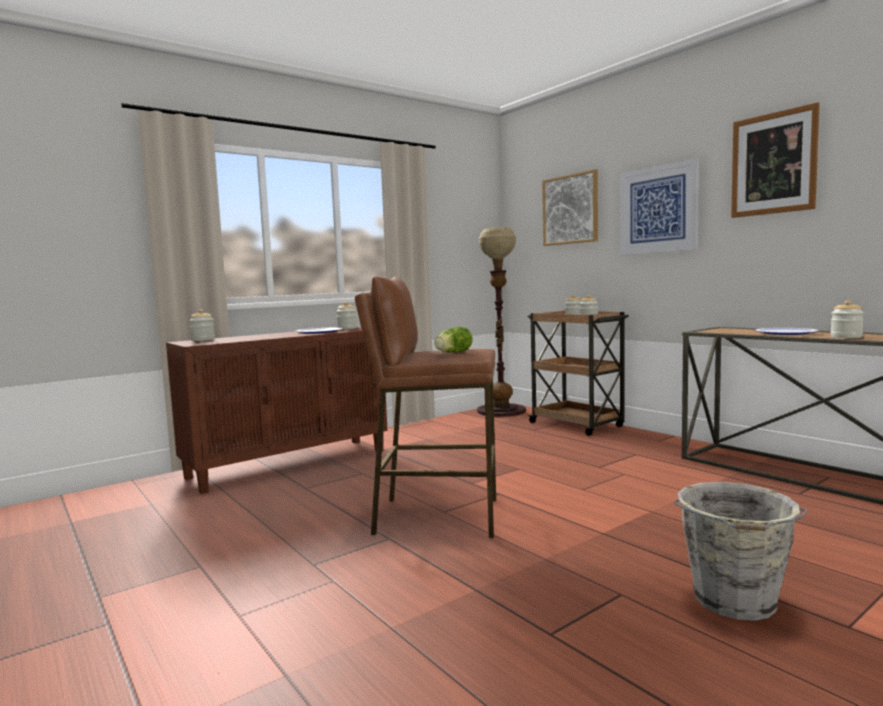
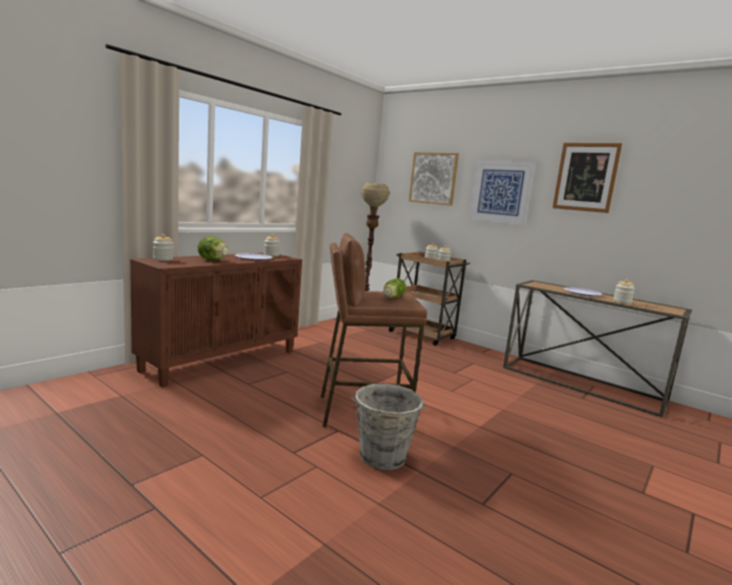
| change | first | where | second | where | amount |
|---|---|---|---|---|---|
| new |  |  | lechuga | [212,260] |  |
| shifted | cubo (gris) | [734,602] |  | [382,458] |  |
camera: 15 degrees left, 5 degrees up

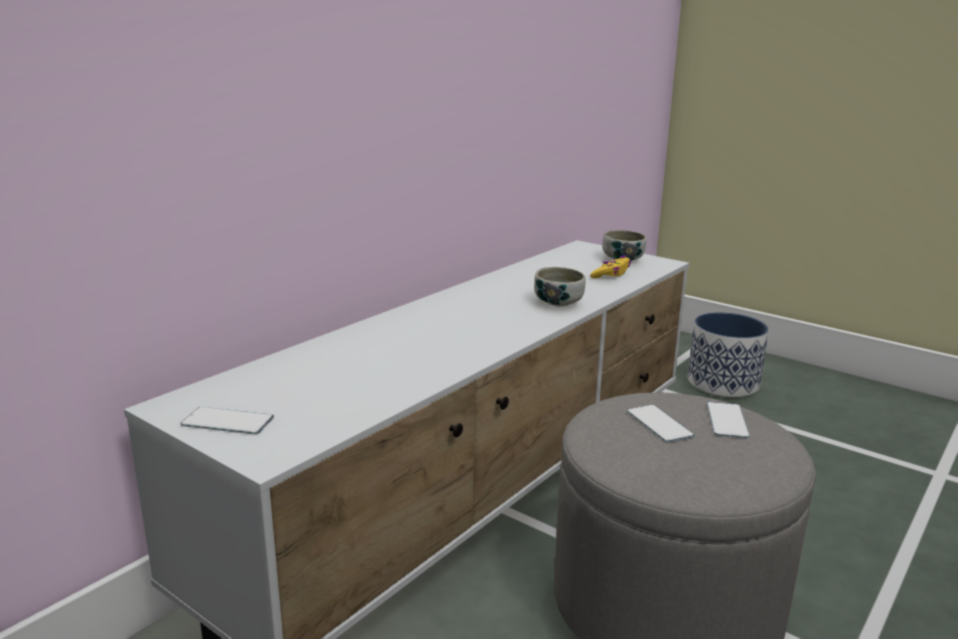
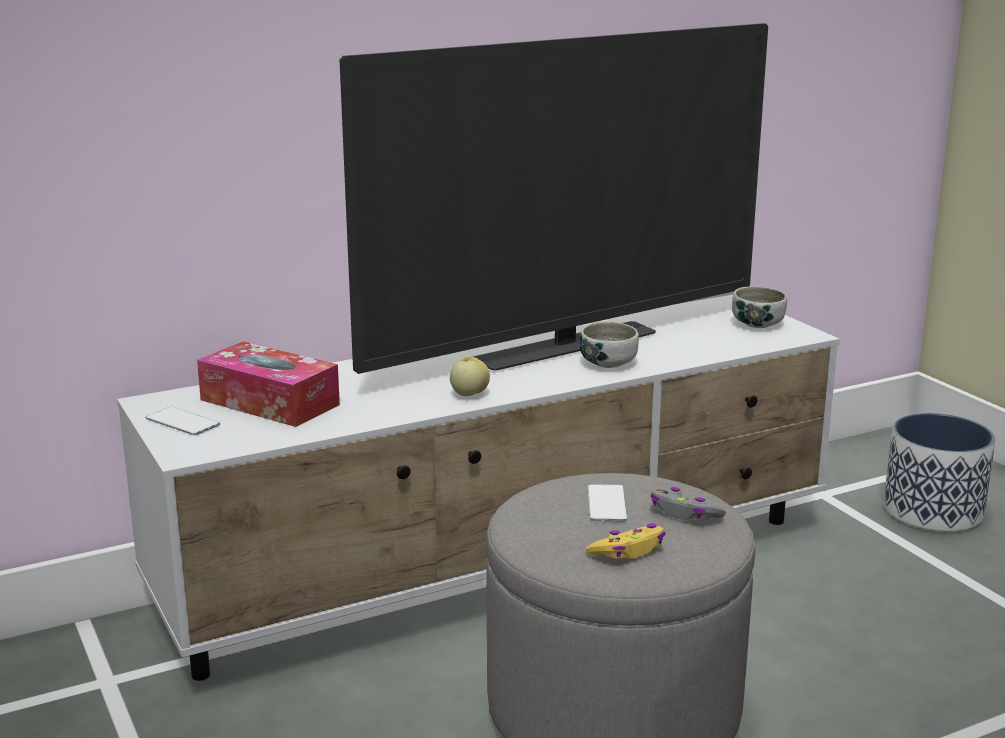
| change | first | where | second | where | amount |
|---|---|---|---|---|---|
| new |  |  | caja de pañuelos | [269,402] |  |
| new |  |  | televisor | [566,347] |  |
| new |  |  | manzana | [469,394] |  |
| shifted | mando de consola (amarillo) | [611,274] |  | [628,551] |  |
| swapped | móvil | [727,420] | mando de consola (gris) | [684,513] |  |
camera: 25 degrees right, 0 degrees up

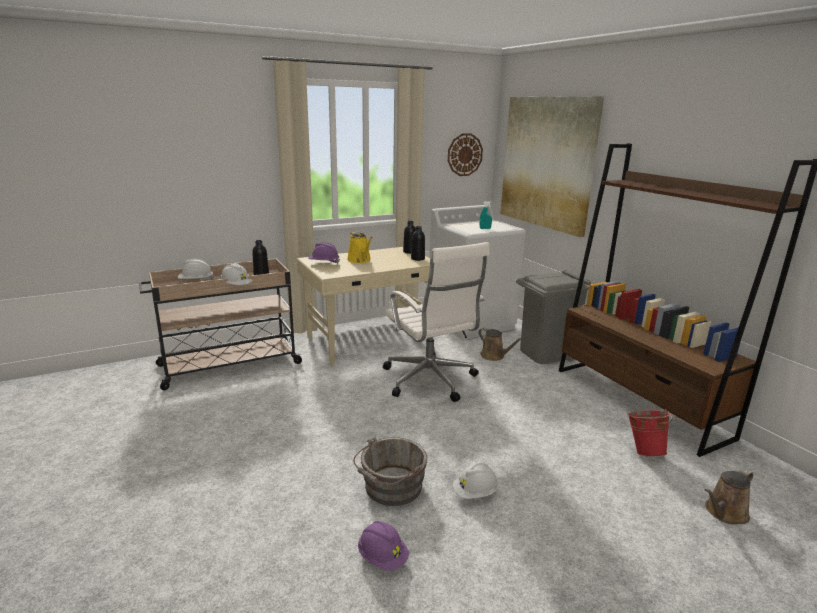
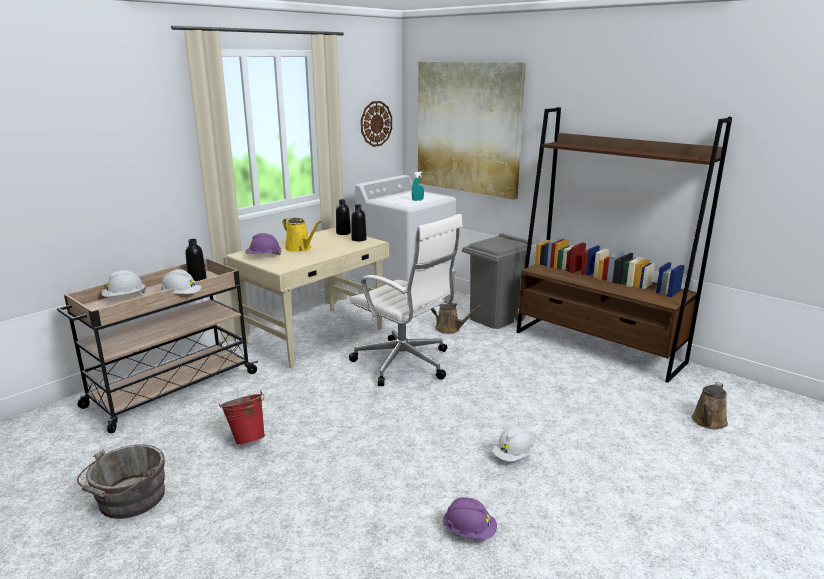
| change | first | where | second | where | amount |
|---|---|---|---|---|---|
| shifted | cubo (gris) | [391,488] |  | [129,500] |  |
| shifted | cubo (rojo) | [644,451] |  | [247,438] |  |
camera: 20 degrees left, 0 degrees up

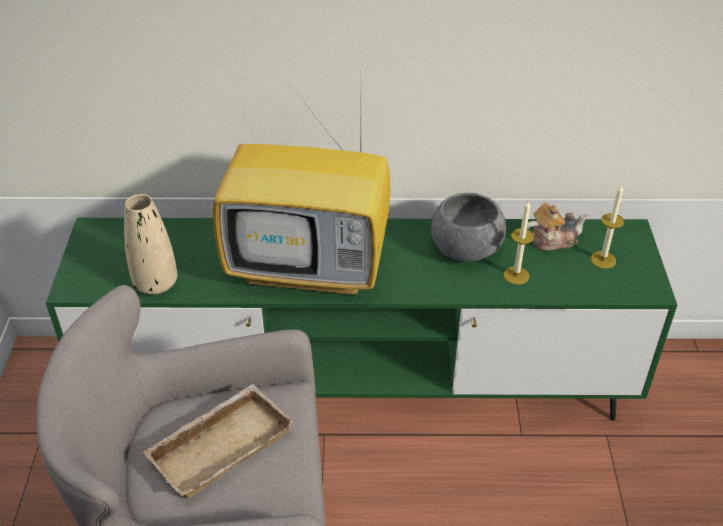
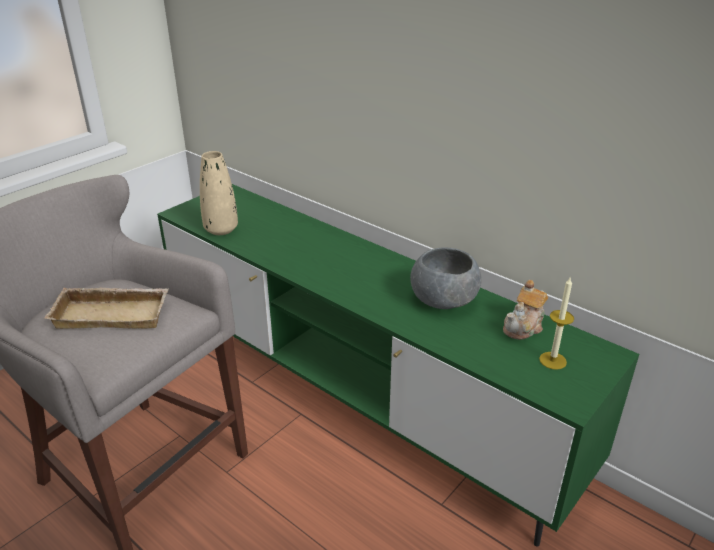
| change | first | where | second | where | amount |
|---|---|---|---|---|---|
| gone | televisor | [312,267] |  |  |  |
| gone | vela | [516,275] |  |  |  |
| rotated | tetera | [552,240] |  | [524,327] | 105 degrees clockwise |
camera: 40 degrees right, 10 degrees down

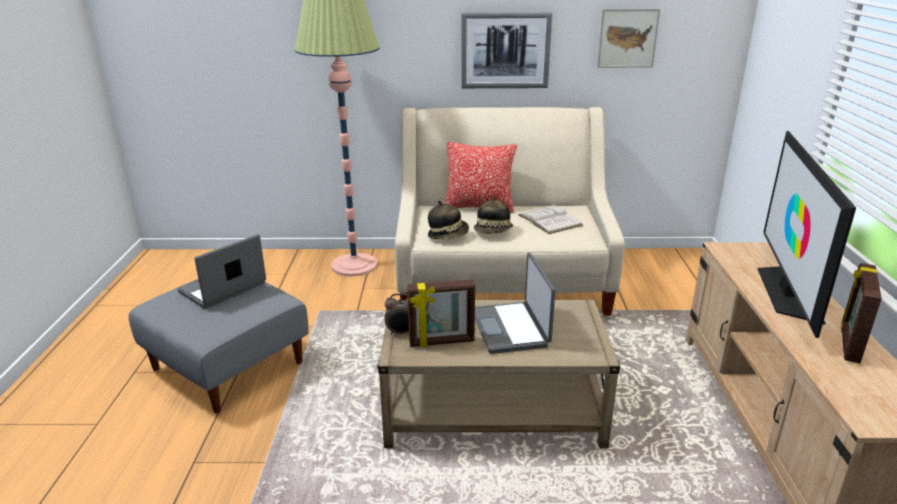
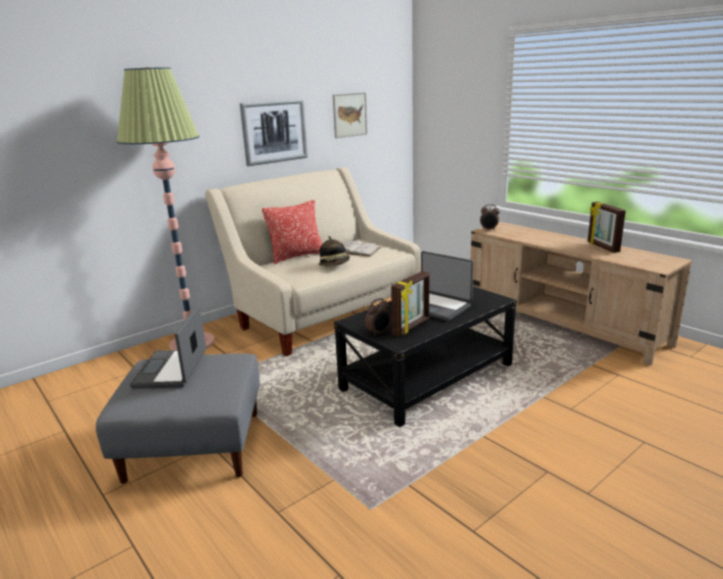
| change | first | where | second | where | amount |
|---|---|---|---|---|---|
| gone | sombrero | [448,235] |  |  |  |
| gone | televisor | [787,291] |  |  |  |
| new |  |  | despertador | [489,229] |  |
| repainted | mesa de centro (beis) | [493,409] | mesa de centro (negro) | [427,377] |  |
camera: 40 degrees left, 5 degrees down

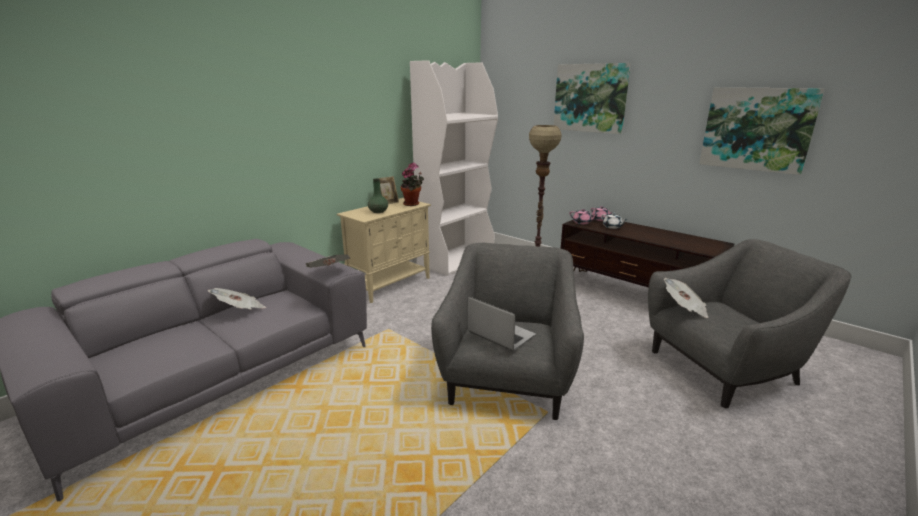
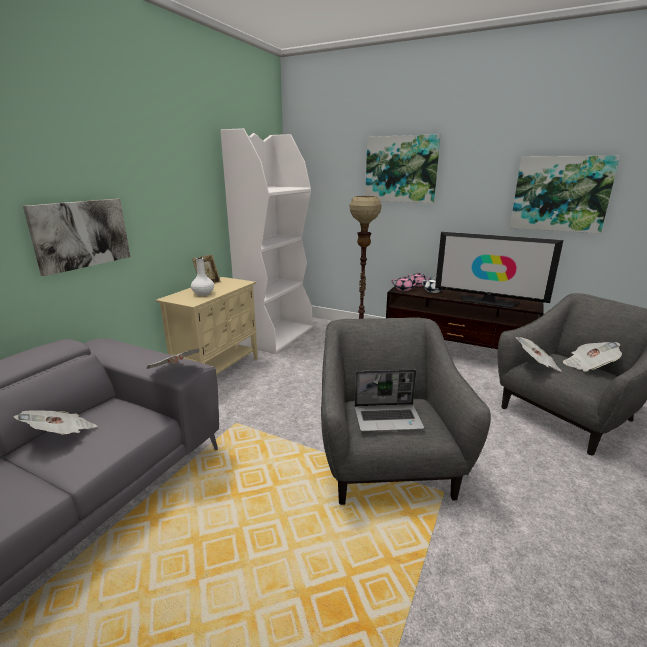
| change | first | where | second | where | amount |
|---|---|---|---|---|---|
| gone | planta en maceta | [412,204] |  |  |  |
| new |  |  | cuadro | [81,234] |  |
| new |  |  | televisor | [488,301] |  |
| new |  |  | periódico | [588,366] |  |
| repainted | florero (verde) | [378,211] | florero (blanco) | [203,294] |  |
| rotated | portátil | [499,334] |  | [388,418] | 150 degrees clockwise |
camera: 15 degrees left, 0 degrees up

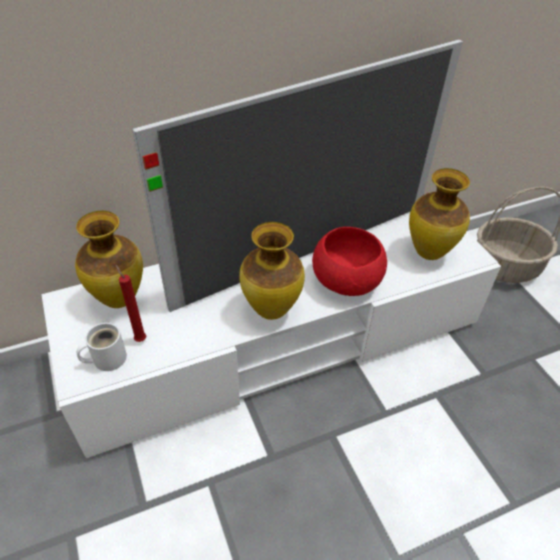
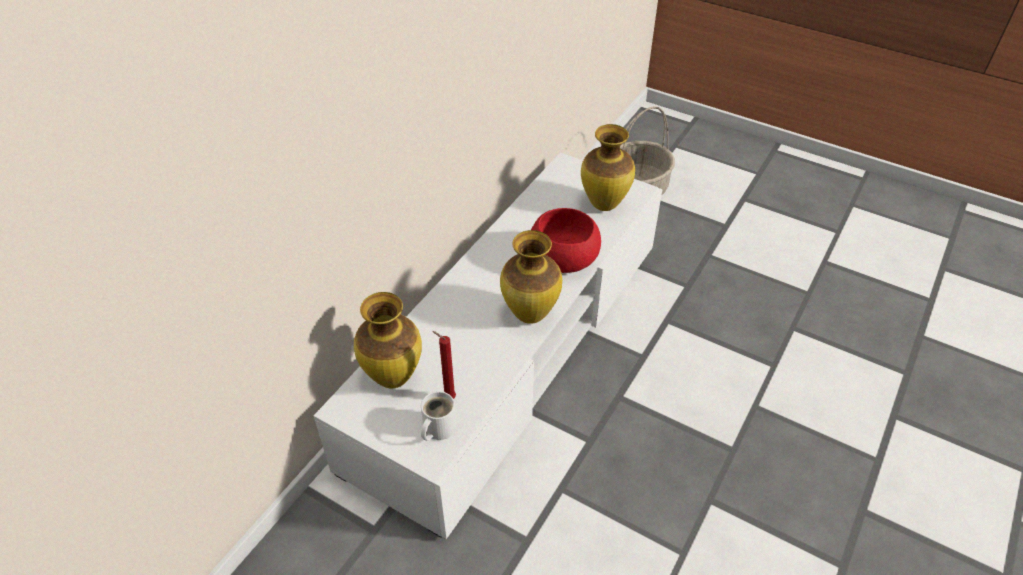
| change | first | where | second | where | amount |
|---|---|---|---|---|---|
| gone | televisor | [307,253] |  |  |  |
camera: 35 degrees left, 0 degrees up

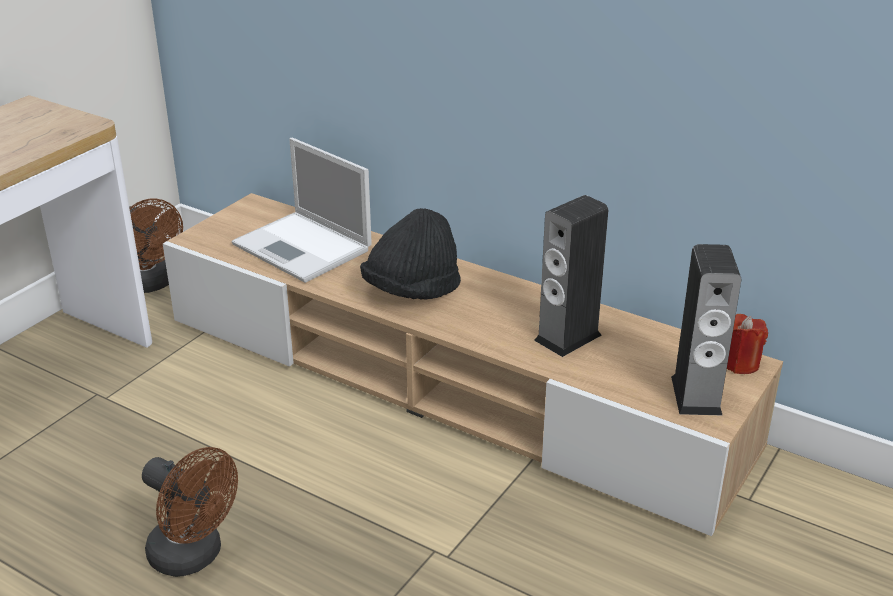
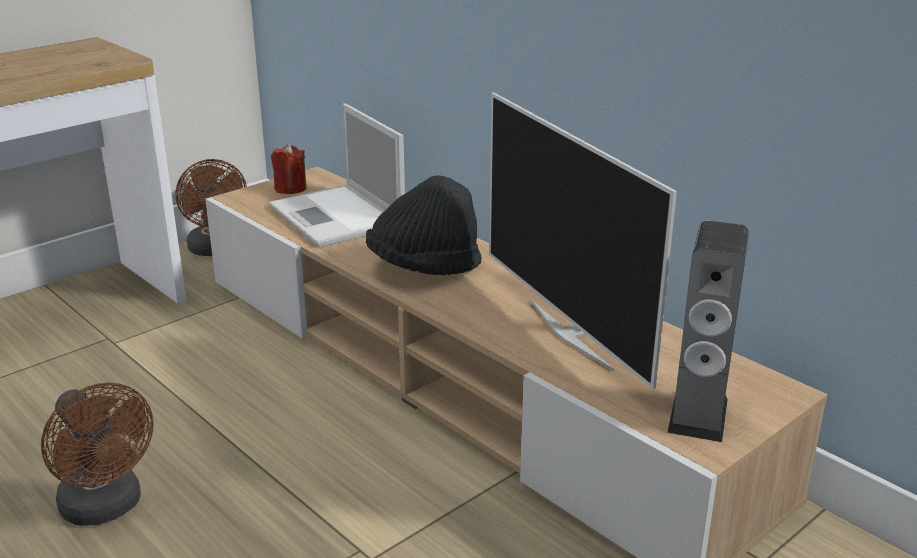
| change | first | where | second | where | amount |
|---|---|---|---|---|---|
| shifted | vela (rojo) | [740,363] |  | [290,188] |  |
| swapped | altavoz | [567,337] | televisor | [572,334] |  |
camera: 15 degrees right, 5 degrees down

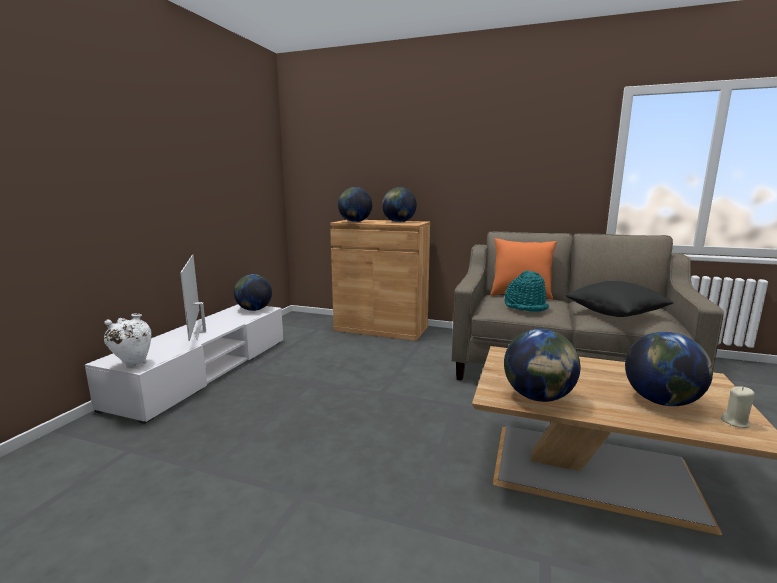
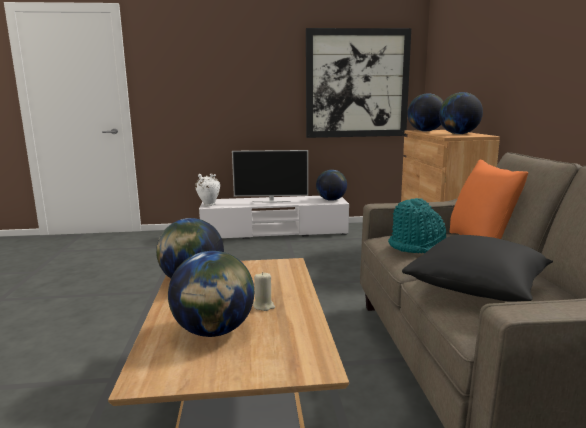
| change | first | where | second | where | amount |
|---|---|---|---|---|---|
| new |  |  | cuadro | [357,84] |  |
| shifted | vela (beis) | [735,422] |  | [264,306] |  |
| rotated | televisor | [200,331] |  | [271,201] | 135 degrees counterclockwise |
camera: 65 degrees right, 0 degrees up

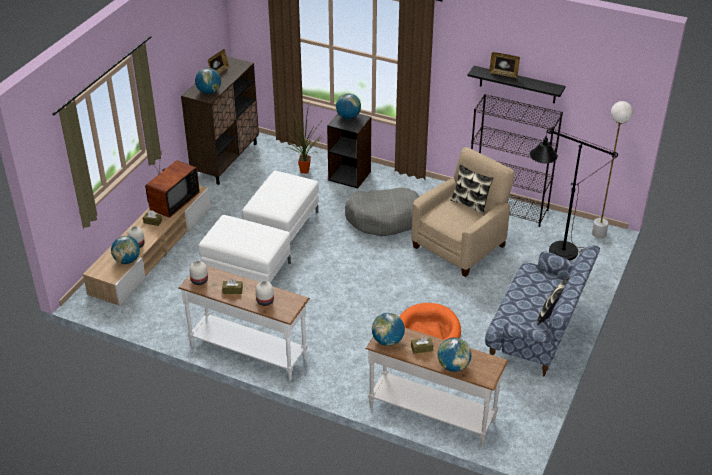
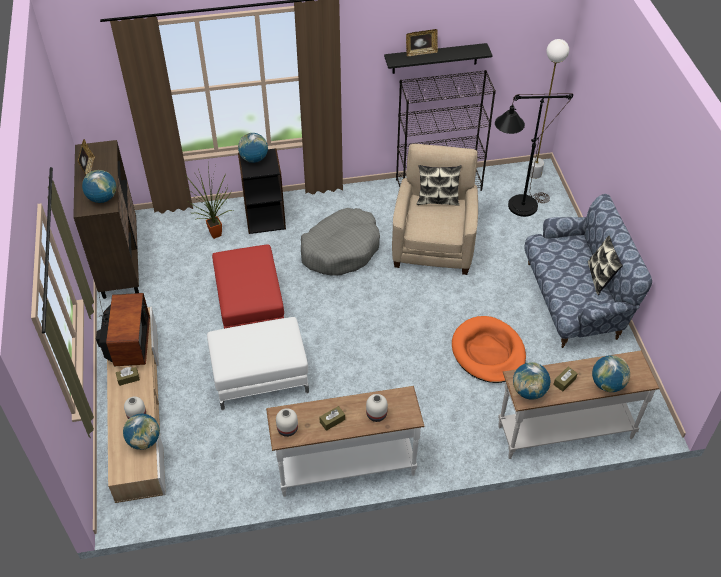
| change | first | where | second | where | amount |
|---|---|---|---|---|---|
| repainted | puf (blanco) | [282,226] | puf (rojo) | [250,309] |  |
camera: 35 degrees left, 10 degrees up

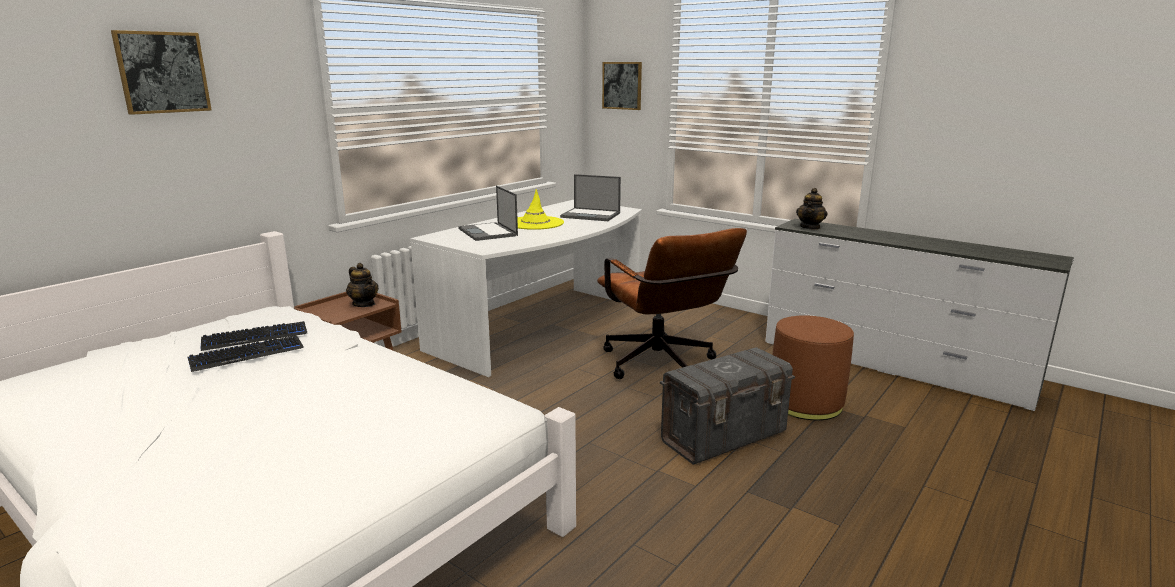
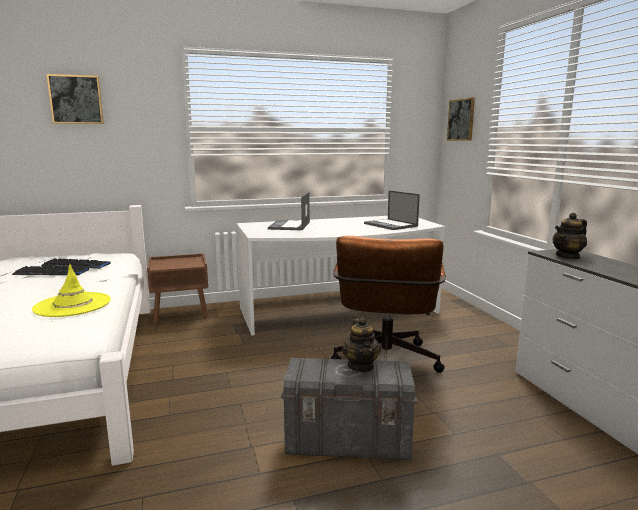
| change | first | where | second | where | amount |
|---|---|---|---|---|---|
| gone | puf (marrón) | [806,403] |  |  |  |
| shifted | tetera | [364,304] |  | [361,366] |  |
| shifted | sombrero (amarillo) | [535,223] |  | [72,305] |  |
camera: 35 degrees right, 5 degrees down

